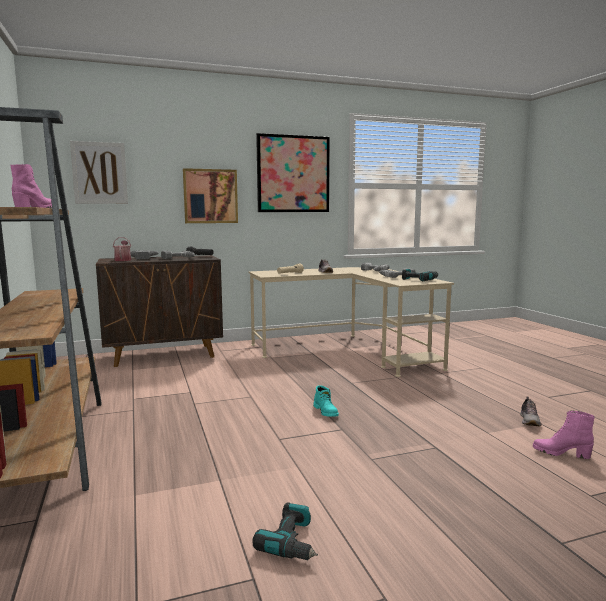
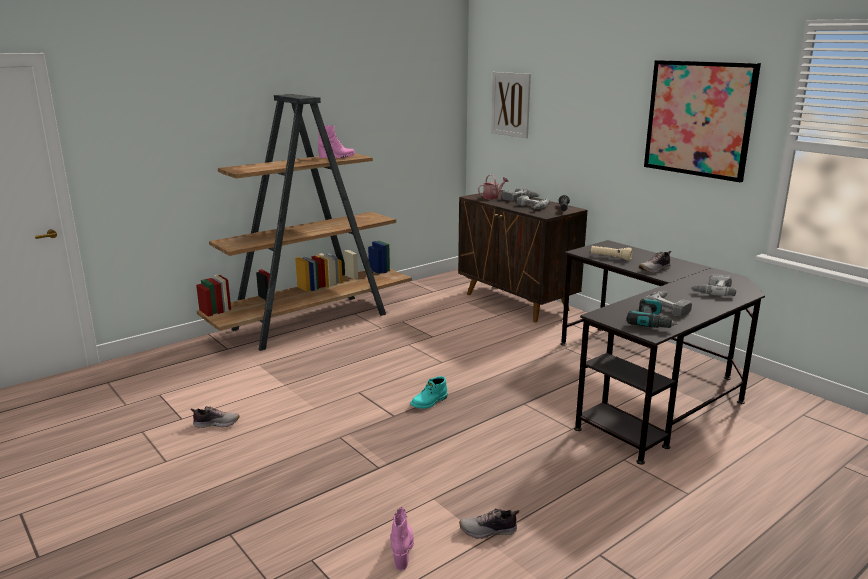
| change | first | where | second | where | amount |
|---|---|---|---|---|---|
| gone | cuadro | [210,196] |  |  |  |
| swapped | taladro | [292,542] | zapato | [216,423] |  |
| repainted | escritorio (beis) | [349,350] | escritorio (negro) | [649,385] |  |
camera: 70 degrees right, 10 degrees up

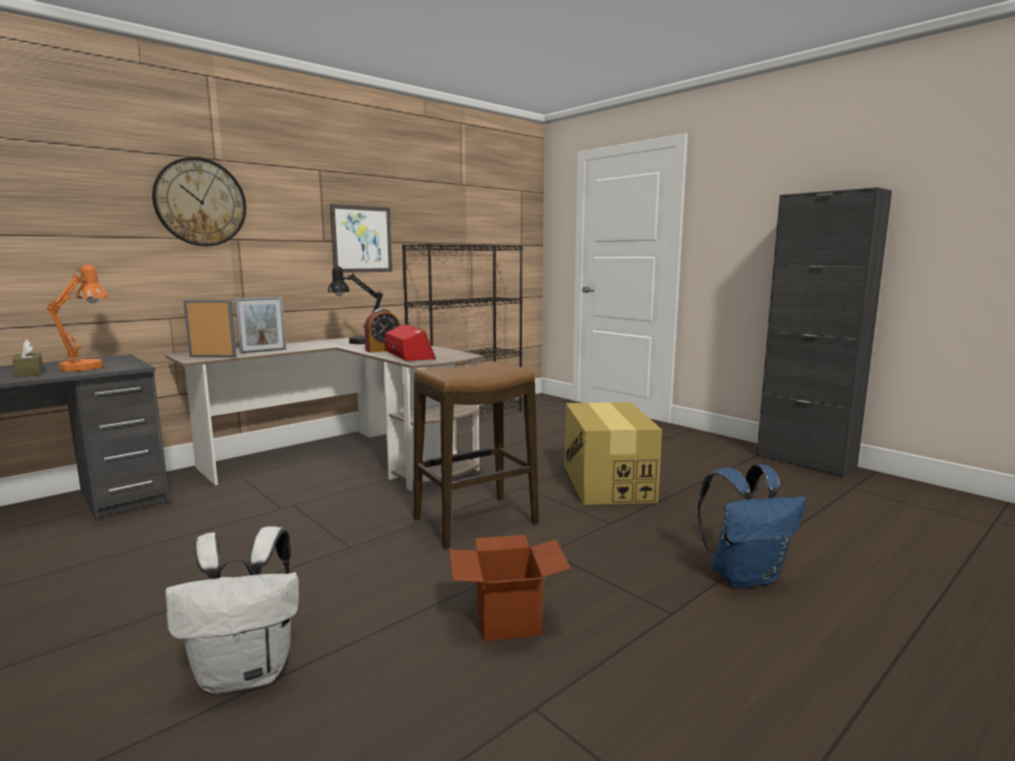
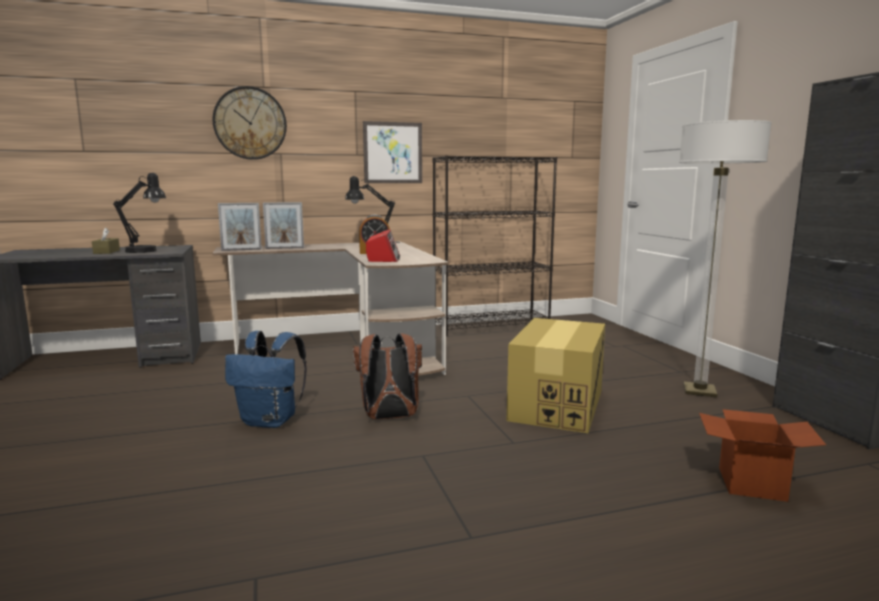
| change | first | where | second | where | amount |
|---|---|---|---|---|---|
| gone | mochila (blanco) | [248,673] |  |  |  |
| new |  |  | lámpara de pie | [699,391] |  |
| shifted | caja de cartón | [508,620] |  | [752,484] |  |
| shifted | mochila (azul) | [744,576] |  | [271,421] |  |
| swapped | taburete | [475,522] | mochila (marrón) | [389,417] |  |
| repainted | lámpara de mesa (naranja) | [87,366] | lámpara de mesa (negro) | [146,250] |  |
| rotated | portarretratos | [213,357] |  | [241,250] | 135 degrees clockwise |
camera: 25 degrees right, 0 degrees up

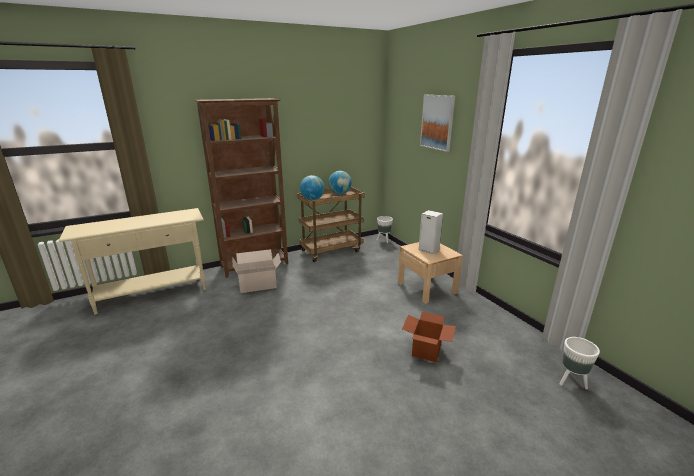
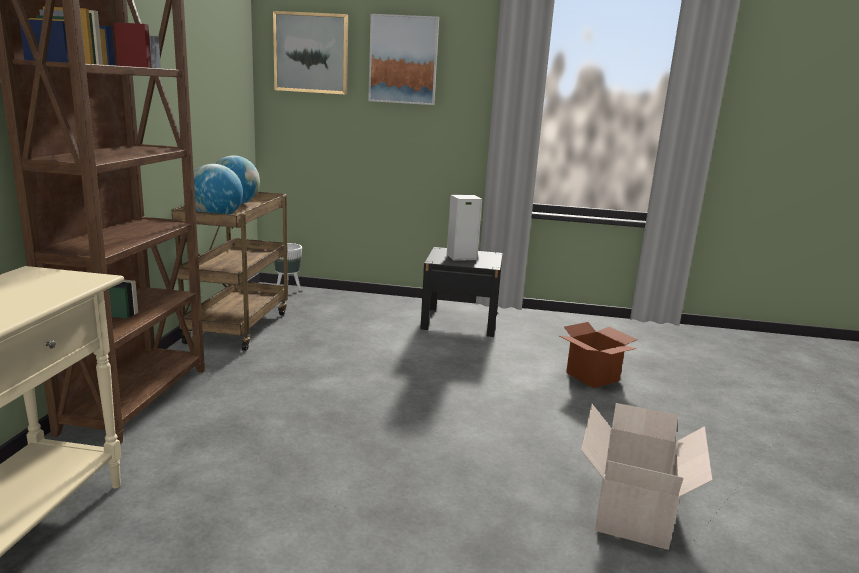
| change | first | where | second | where | amount |
|---|---|---|---|---|---|
| gone | maceta (blanco) | [571,381] |  |  |  |
| new |  |  | cuadro | [311,53] |  |
| shifted | caja de cartón | [259,284] |  | [634,507] |  |
| repainted | mesita de noche (beis) | [427,288] | mesita de noche (negro) | [460,321] |  |
camera: 55 degrees left, 5 degrees down

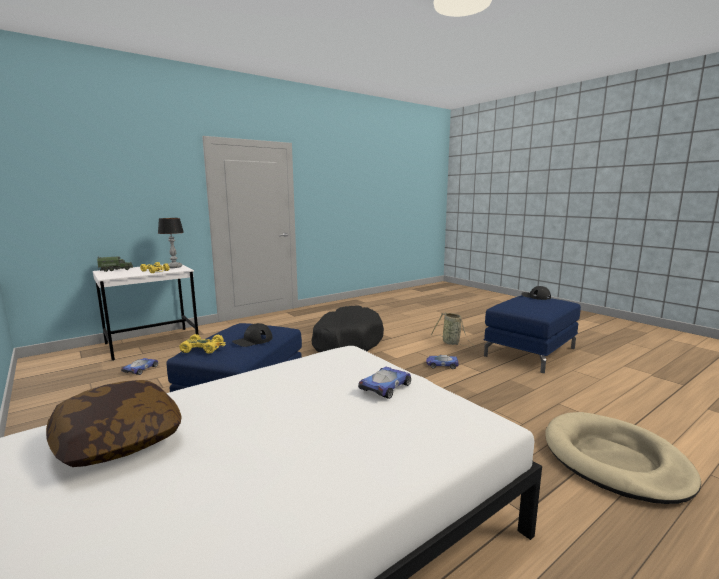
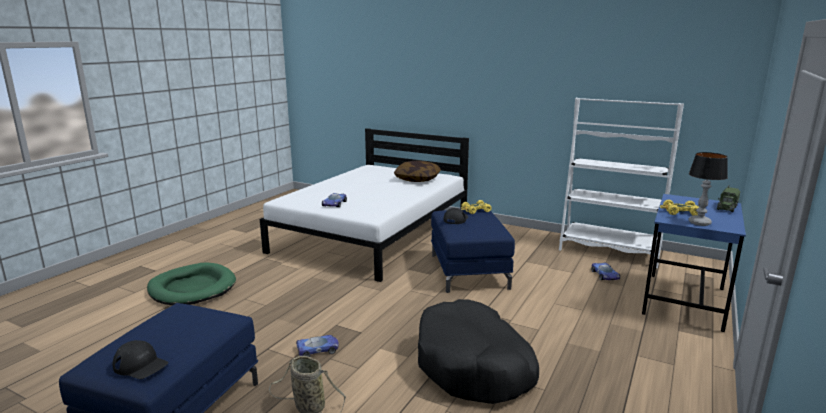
| change | first | where | second | where | amount |
|---|---|---|---|---|---|
| new |  |  | estantería (blanco) | [609,251] |  |
| repainted | escritorio (blanco) | [152,343] | escritorio (azul) | [684,301] |  |
| repainted | cama para perro (beis) | [614,460] | cama para perro (verde) | [192,288] |  |
camera: 155 degrees right, 5 degrees up

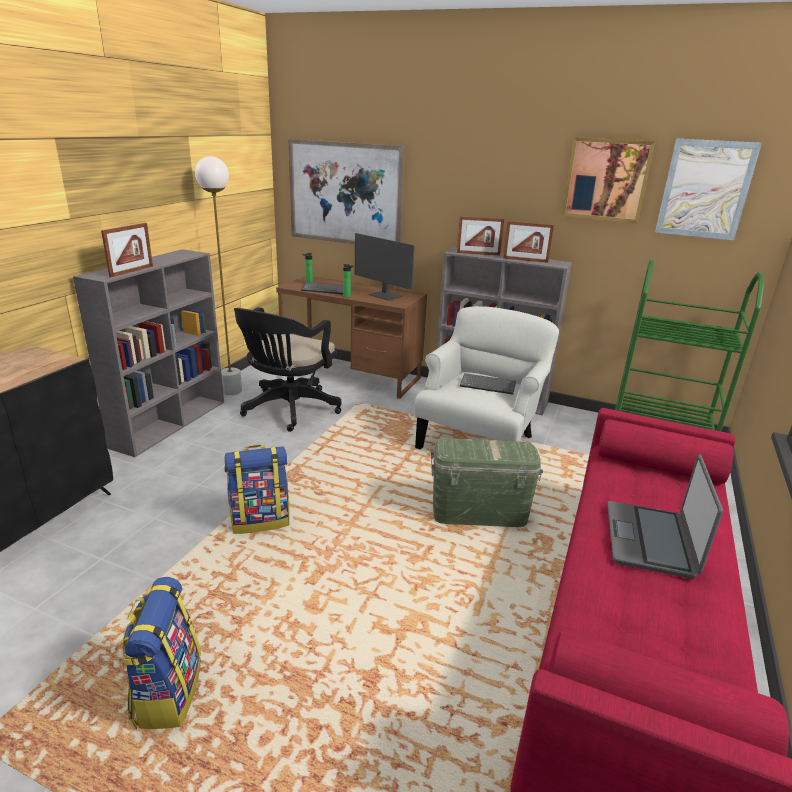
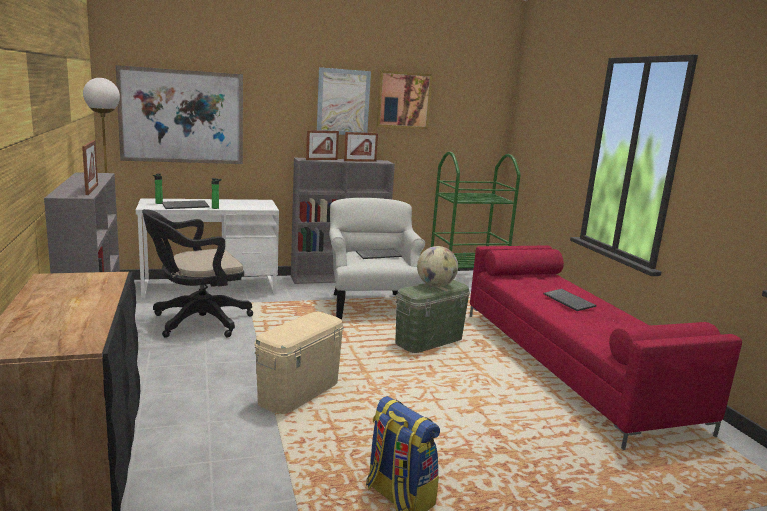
| change | first | where | second | where | amount |
|---|---|---|---|---|---|
| gone | monitor | [385,296] |  |  |  |
| new |  |  | globo terráqueo | [435,285] |  |
| shifted | cuadro | [705,189] |  | [343,102] |  |
| swapped | mochila | [260,520] | caja de almacenaje (beis) | [299,392] |  |
| swapped | portátil | [650,540] | teclado | [570,301] |  |
| repainted | escritorio (marrón) | [351,375] | escritorio (blanco) | [210,287] |  |
| rotated | silla de oficina (negro) | [288,410] |  | [196,322] | 75 degrees clockwise |
camera: 40 degrees left, 10 degrees down

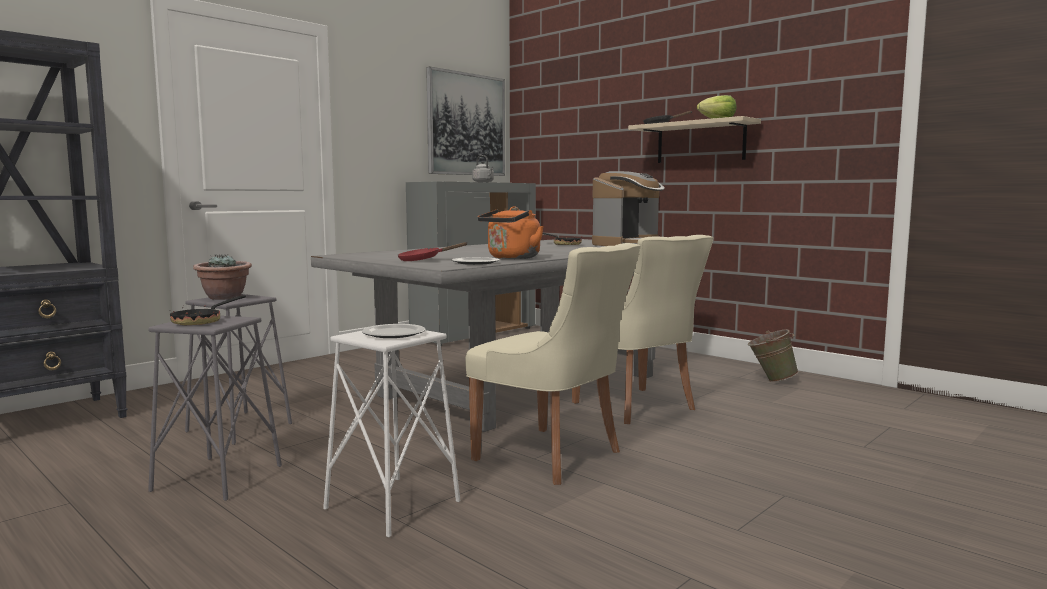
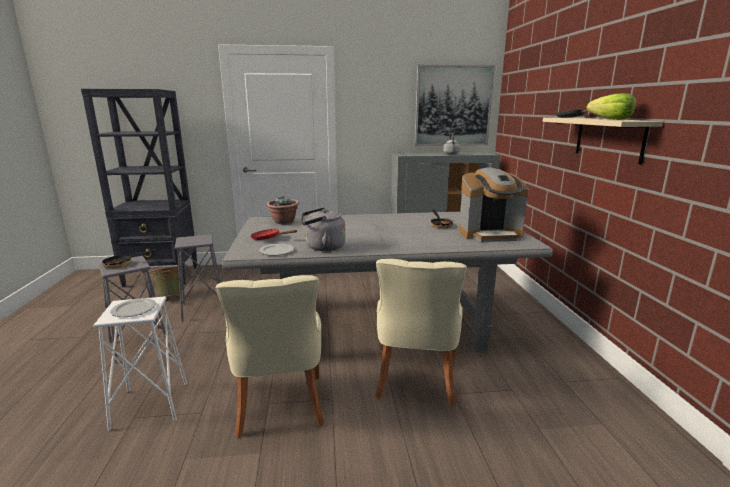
| change | first | where | second | where | amount |
|---|---|---|---|---|---|
| shifted | planta en maceta | [225,297] |  | [284,222] |  |
| shifted | cubo (verde) | [770,380] |  | [170,296] |  |
| repainted | hervidor (naranja) | [512,258] | hervidor (gris) | [322,247] |  |
camera: 40 degrees right, 10 degrees up

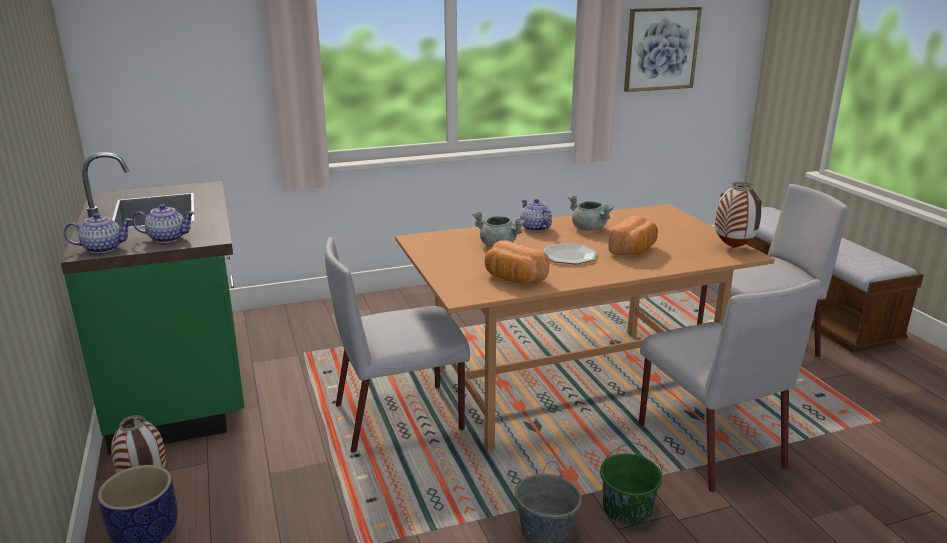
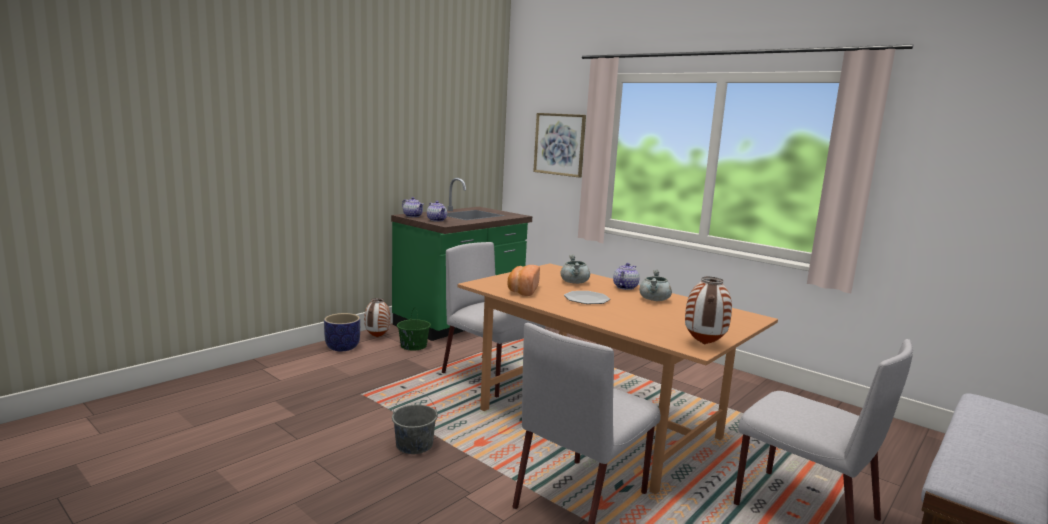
| change | first | where | second | where | amount |
|---|---|---|---|---|---|
| gone | pan | [634,250] |  |  |  |
| shifted | cubo (verde) | [626,508] |  | [413,346] |  |
| shifted | cuadro | [661,49] |  | [559,144] |  |
camera: 60 degrees right, 10 degrees down

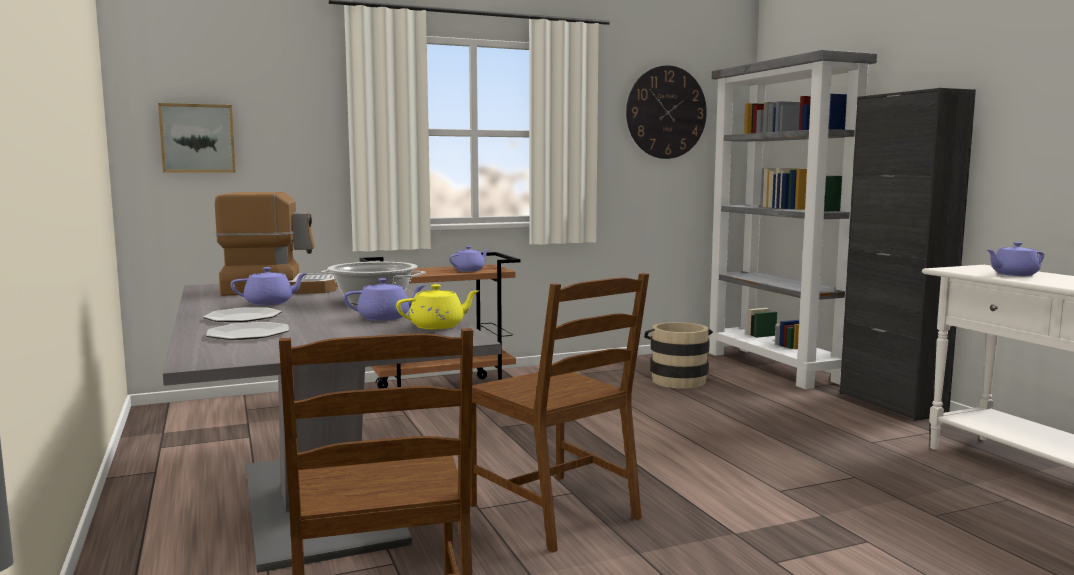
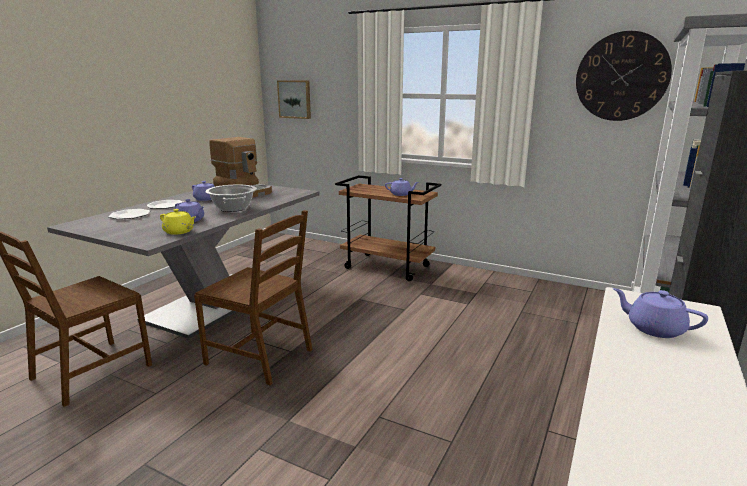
| change | first | where | second | where | amount |
|---|---|---|---|---|---|
| gone | cubo (beis) | [677,379] |  |  |  |
| rotated | silla (marrón) | [556,511] |  | [261,356] | 75 degrees counterclockwise |
camera: 50 degrees right, 10 degrees up

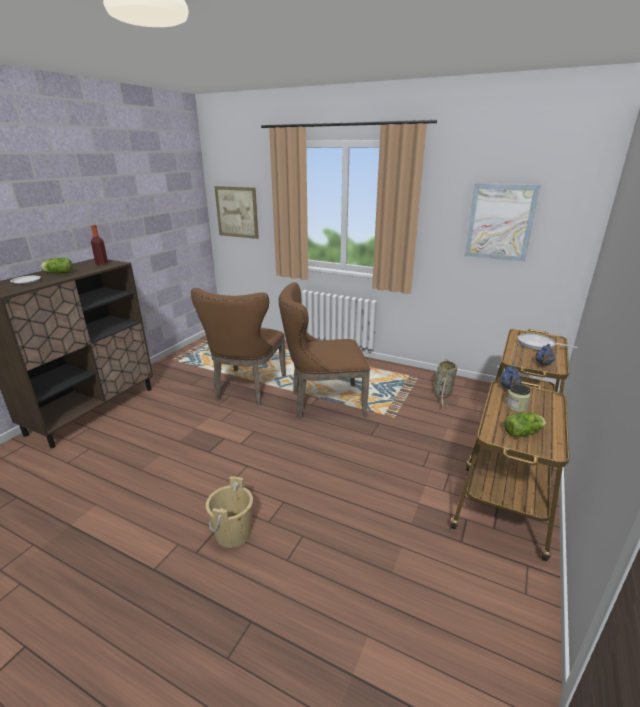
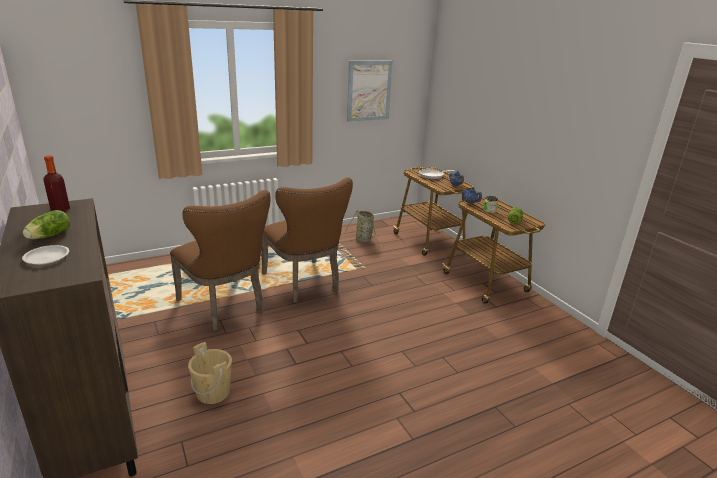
| change | first | where | second | where | amount |
|---|---|---|---|---|---|
| gone | cuadro | [237,212] |  |  |  |
| shifted | cubo (beis) | [233,533] |  | [213,392] |  |
| rotated | silla (marrón) | [322,402] |  | [305,283] | 60 degrees counterclockwise |
camera: 55 degrees left, 0 degrees up

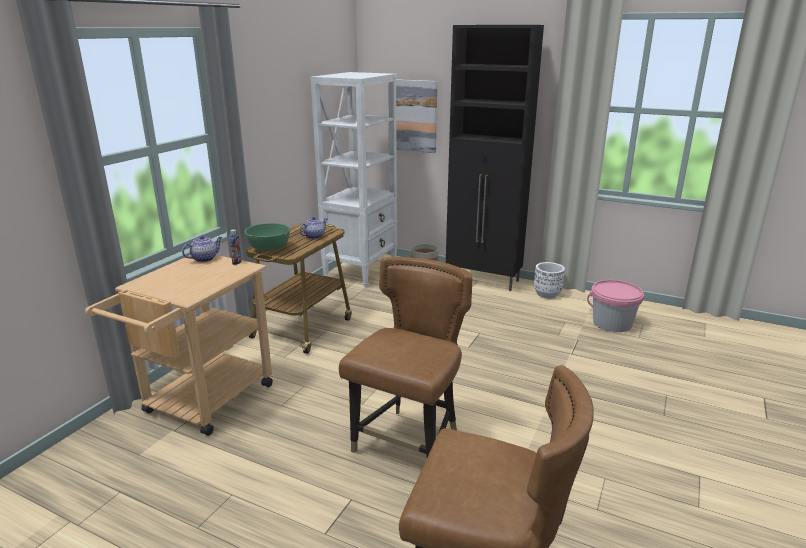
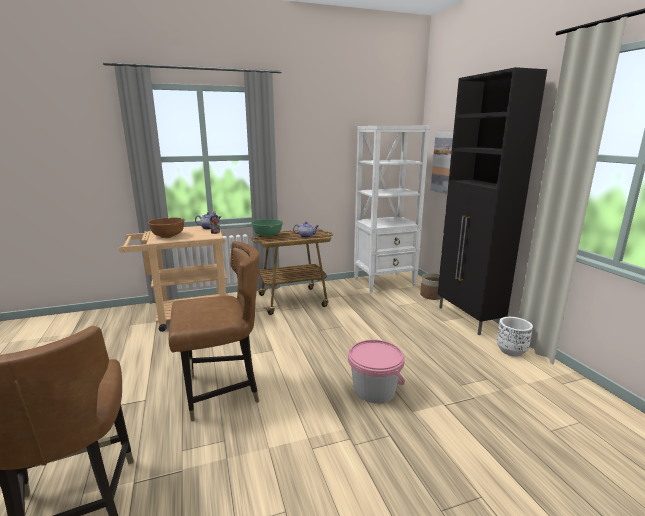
| change | first | where | second | where | amount |
|---|---|---|---|---|---|
| new |  |  | cuenco (marrón) | [168,236] |  |
| shifted | cubo (rosa) | [612,323] |  | [374,390] |  |
camera: 45 degrees right, 5 degrees down

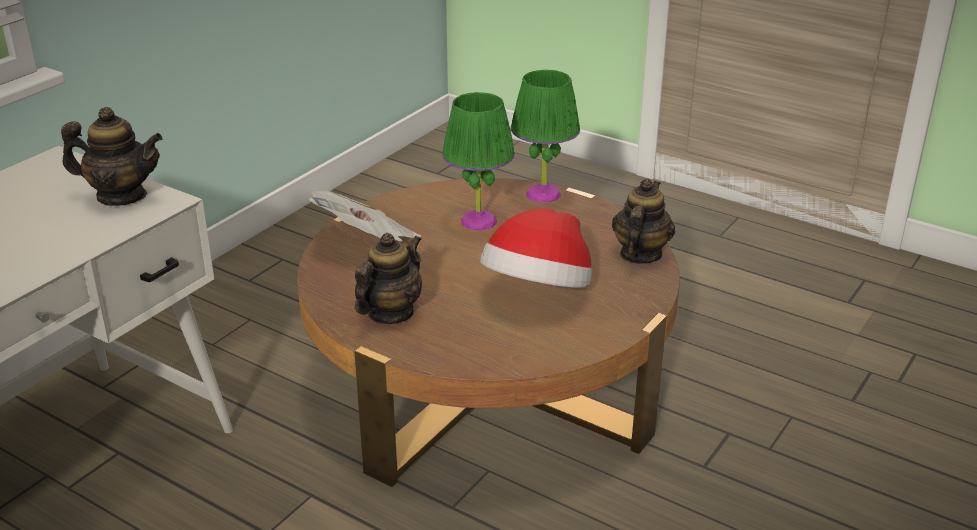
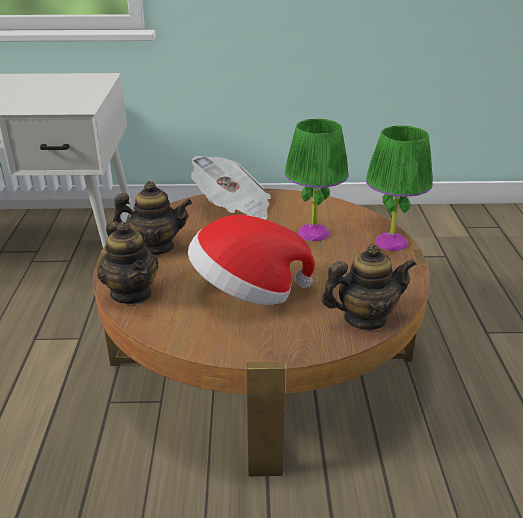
| change | first | where | second | where | amount |
|---|---|---|---|---|---|
| shifted | tetera | [121,196] |  | [132,293] |  |
camera: 55 degrees right, 0 degrees up

